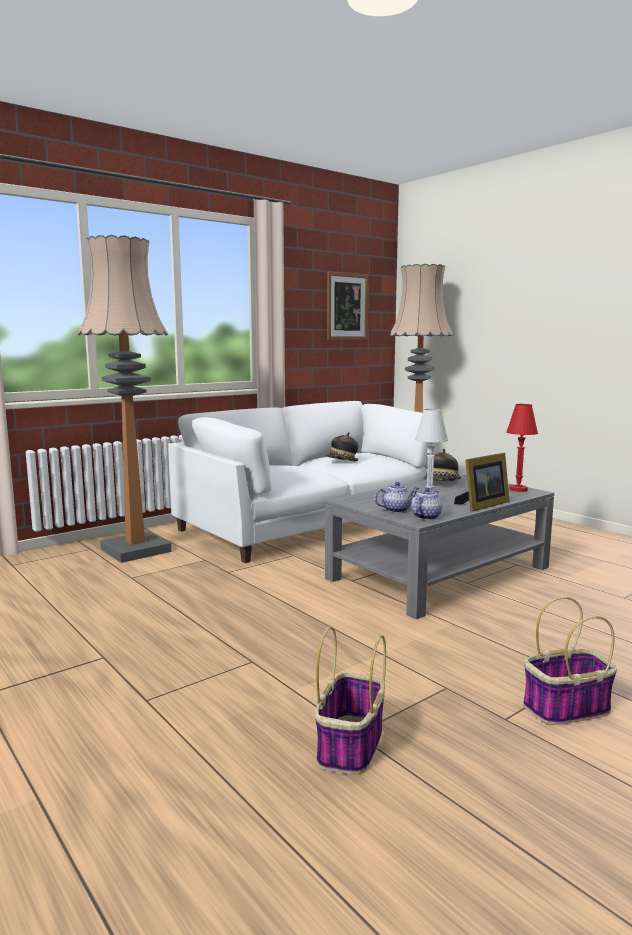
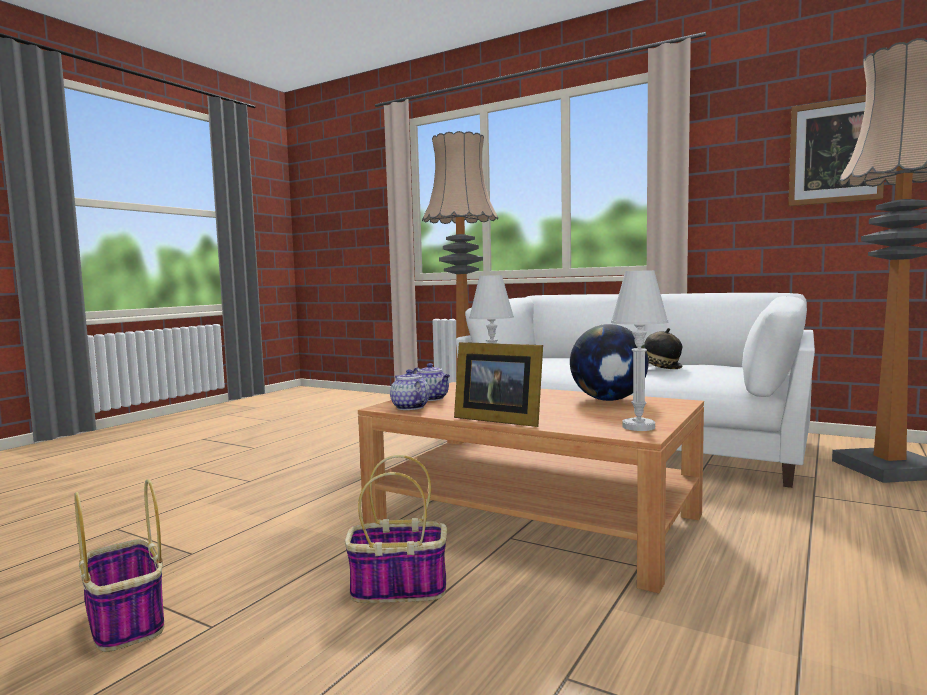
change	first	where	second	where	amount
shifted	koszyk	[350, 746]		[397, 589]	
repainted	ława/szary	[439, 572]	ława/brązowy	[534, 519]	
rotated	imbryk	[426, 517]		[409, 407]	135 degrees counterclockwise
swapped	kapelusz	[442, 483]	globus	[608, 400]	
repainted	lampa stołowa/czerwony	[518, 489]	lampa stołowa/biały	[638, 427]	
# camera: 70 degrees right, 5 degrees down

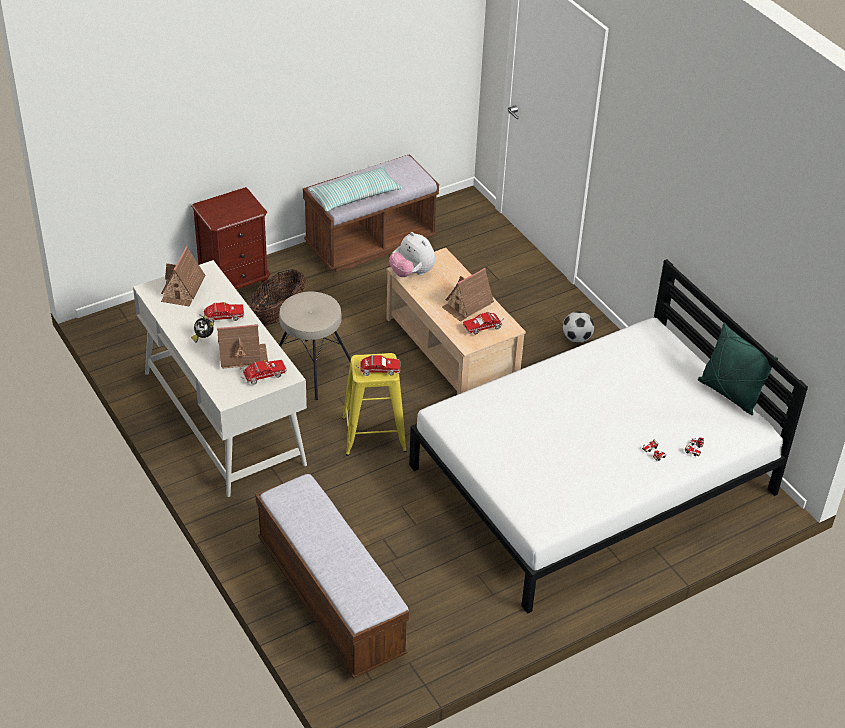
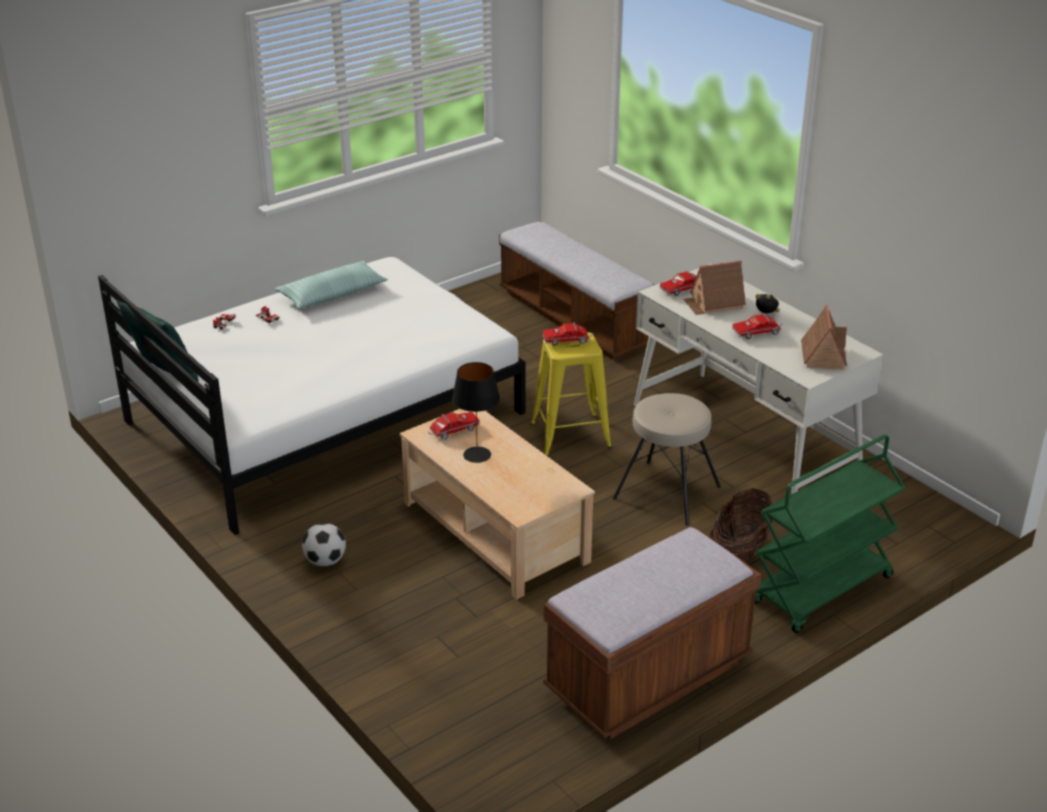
change	first	where	second	where	amount
shifted	poduszka	[355, 196]		[332, 294]	
swapped	domek	[467, 305]	lampa stołowa/czarny	[476, 454]	
swapped	szafka nocna/brązowy	[235, 283]	wózek/zielony	[821, 591]	
gone	pluszak	[412, 273]			
# camera: 175 degrees right, 10 degrees down

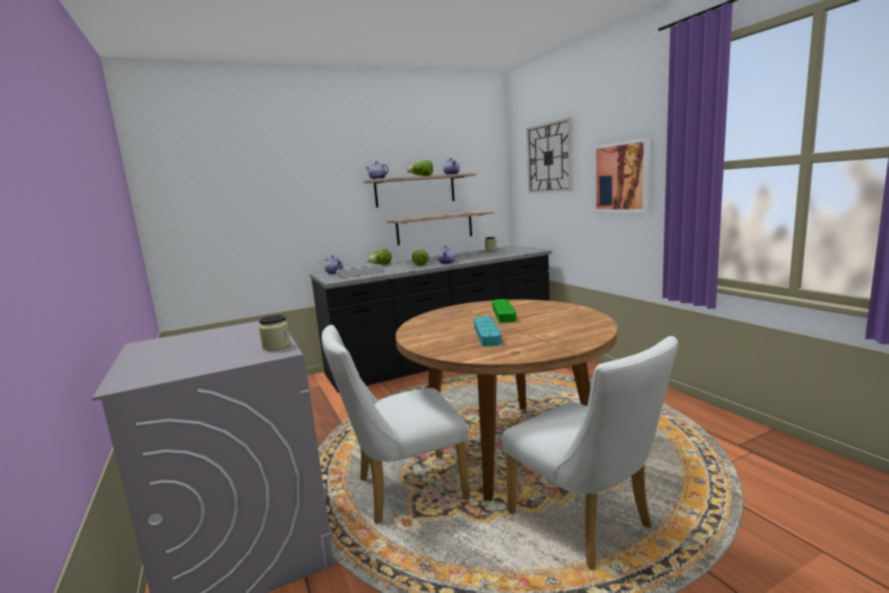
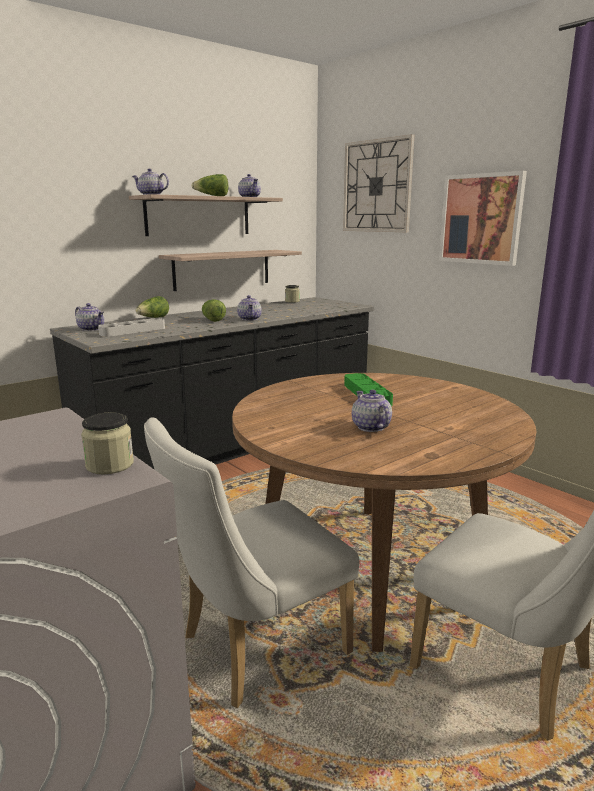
change	first	where	second	where	amount
swapped	taca/turkusowy	[487, 334]	imbryk	[370, 427]	
# camera: 15 degrees left, 5 degrees up

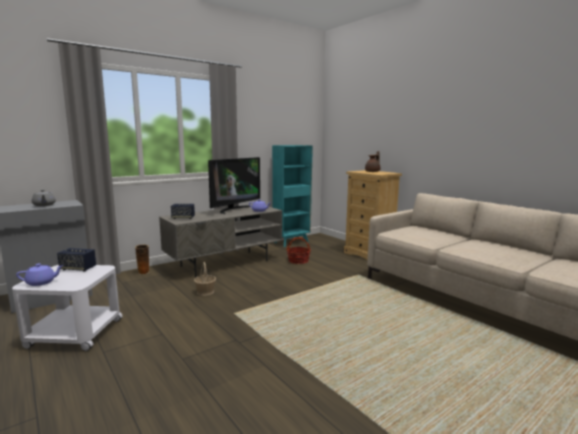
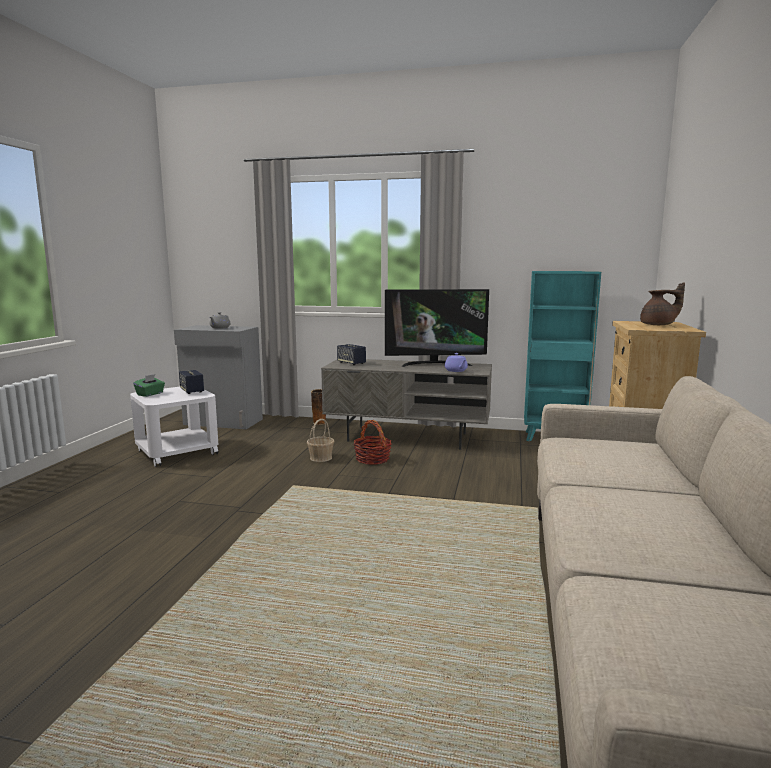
change	first	where	second	where	amount
swapped	imbryk/fioletowy	[41, 282]	pudełko chusteczek/zielony	[150, 394]	
shifted	koszyk	[298, 261]		[372, 459]	
# camera: 50 degrees right, 0 degrees up

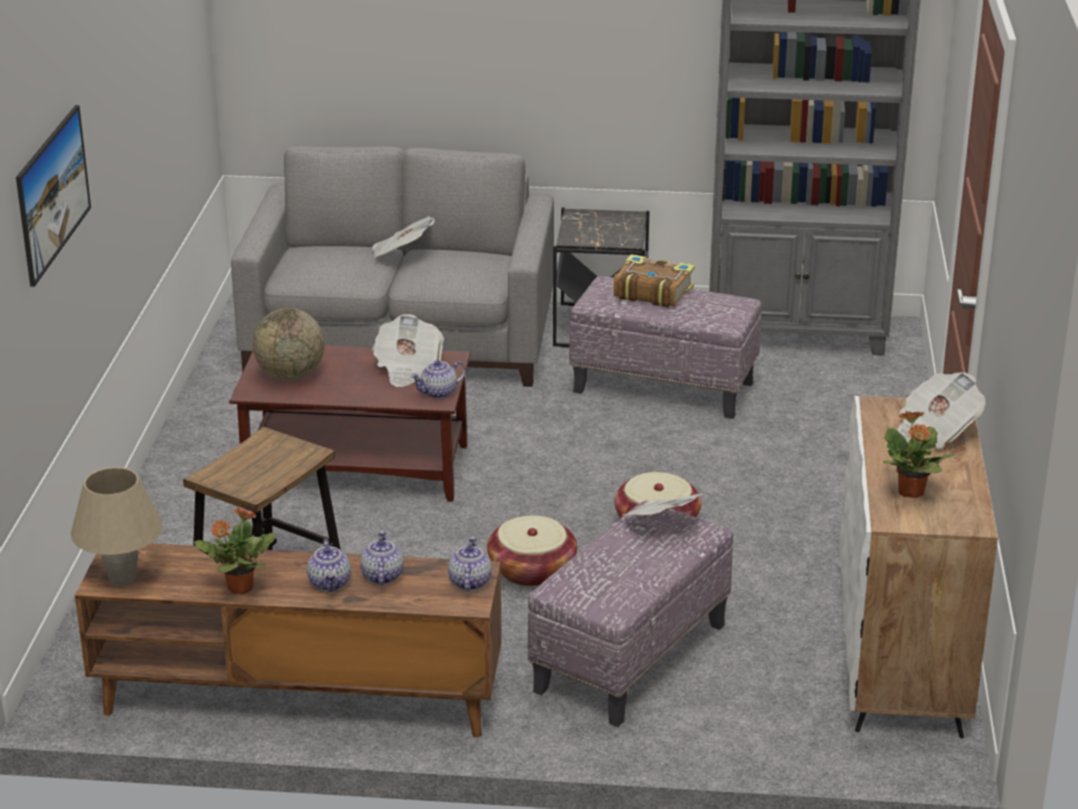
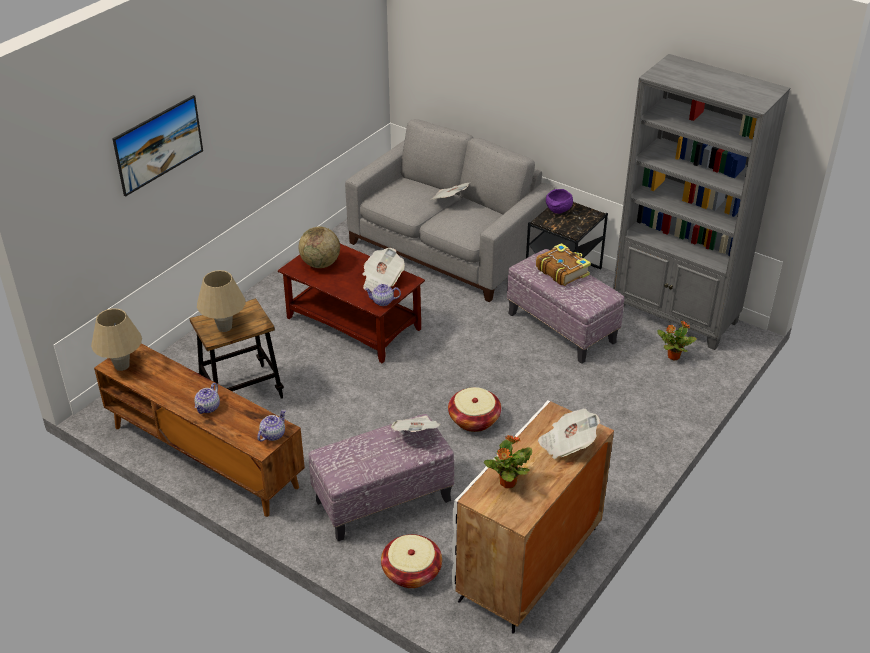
change	first	where	second	where	amount
new			lampa stołowa/beżowy	[224, 327]	
shifted	koszyk	[532, 570]		[411, 572]	
new			miska/fioletowy	[558, 211]	
shifted	roślina doniczkowa	[239, 588]		[673, 356]	
gone	imbryk	[381, 576]			
# camera: 30 degrees right, 10 degrees up

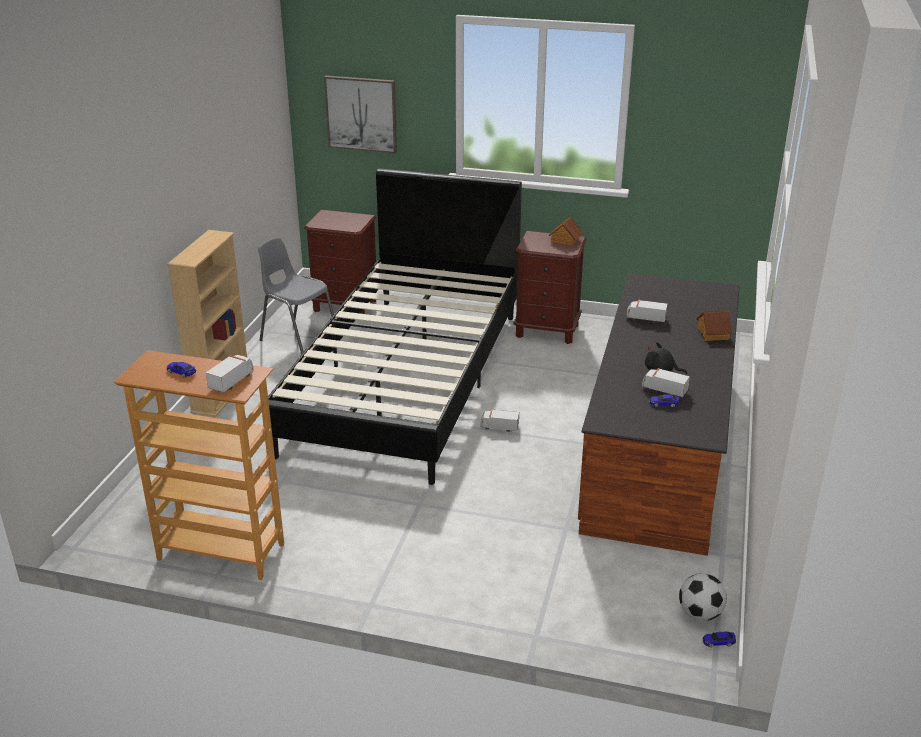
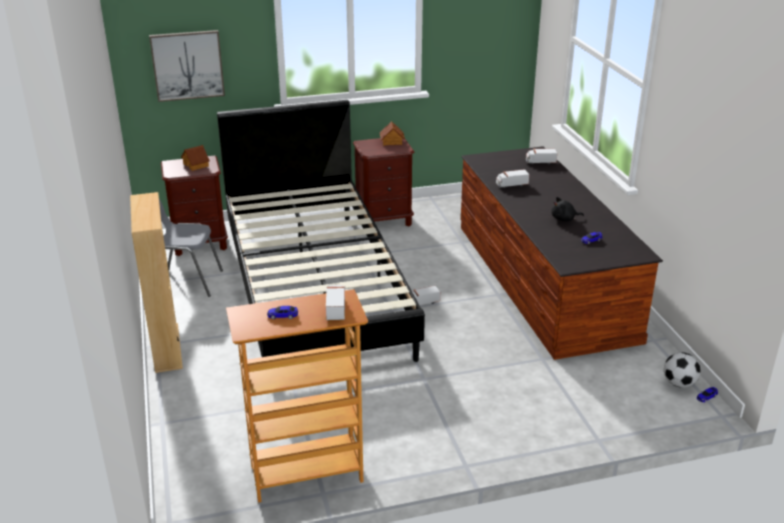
change	first	where	second	where	amount
shifted	domek	[713, 334]		[196, 165]	
shifted	ciężarówka zabawkowa	[664, 390]		[540, 162]	
# camera: 30 degrees left, 0 degrees up

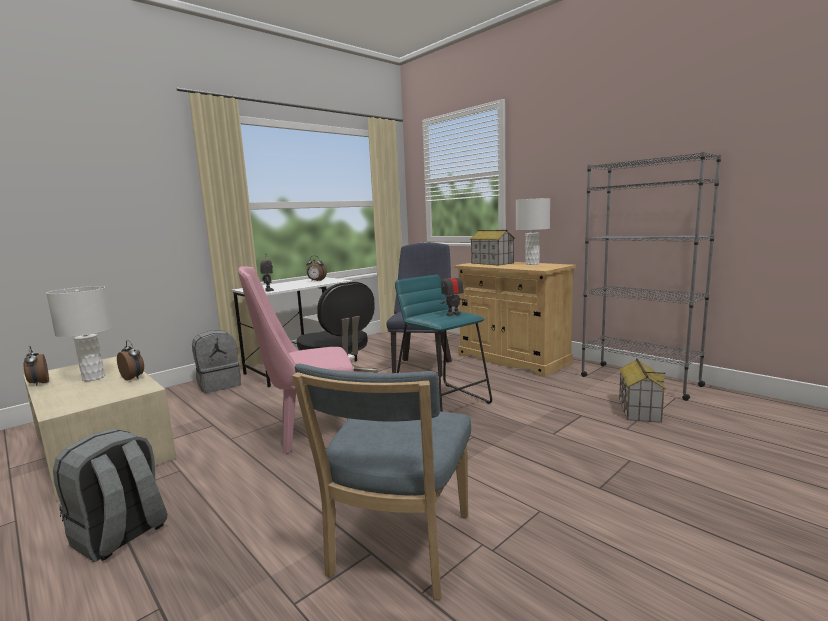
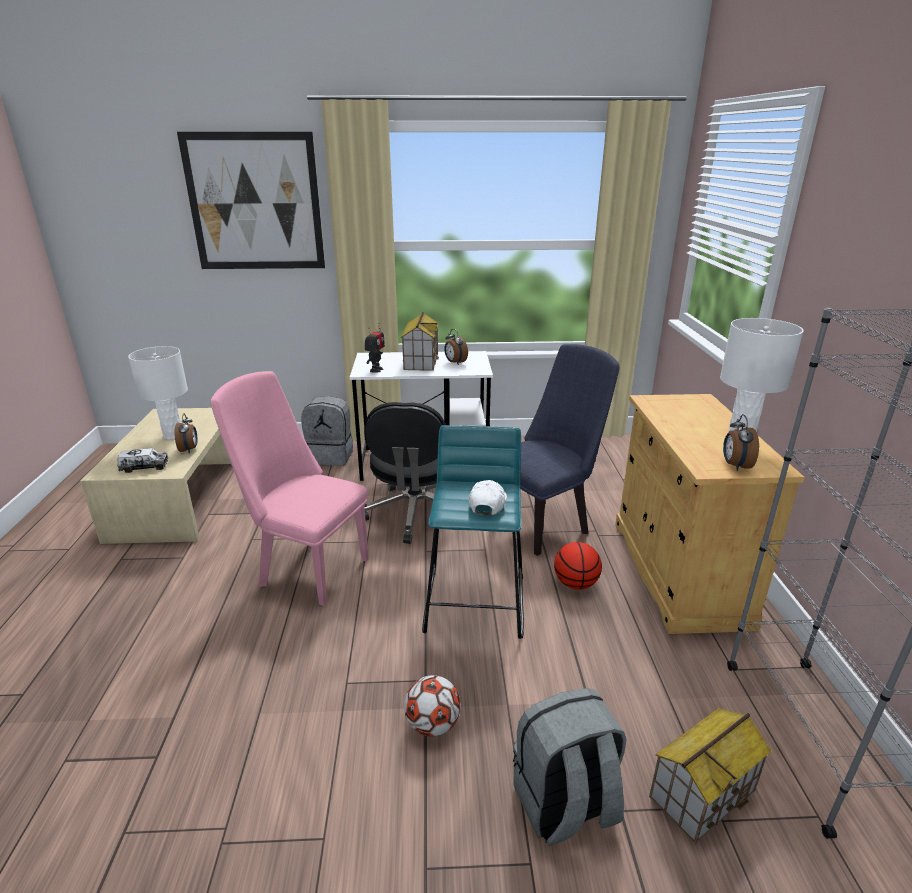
change	first	where	second	where	amount
new			ciężarówka zabawkowa	[144, 467]	
new			obraz	[255, 203]	
shifted	domek	[491, 263]		[421, 361]	
new			piłka futbolowa	[433, 725]	
swapped	robot zabawkowy	[453, 314]	czapka z daszkiem/biały	[488, 503]	
shifted	plecak/szary	[120, 536]		[564, 806]	
new			piłka do koszykówki	[575, 584]	
shifted	budzik	[39, 383]		[735, 465]	
gone	krzesło/niebieski	[398, 550]			
# camera: 40 degrees right, 15 degrees up

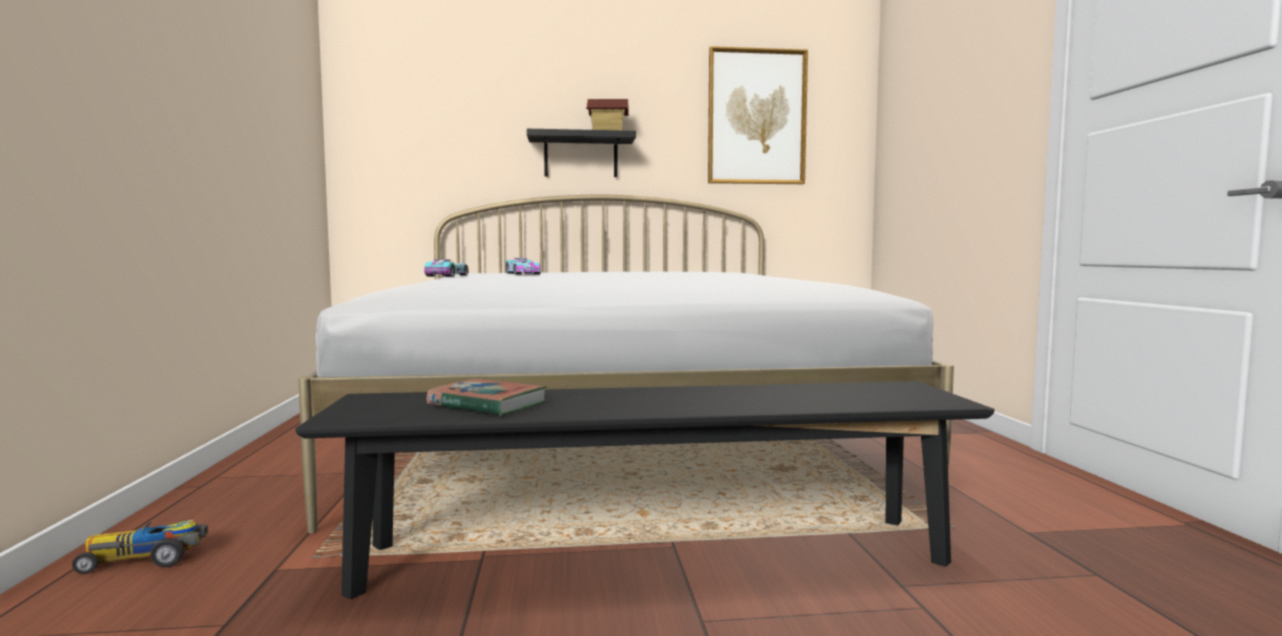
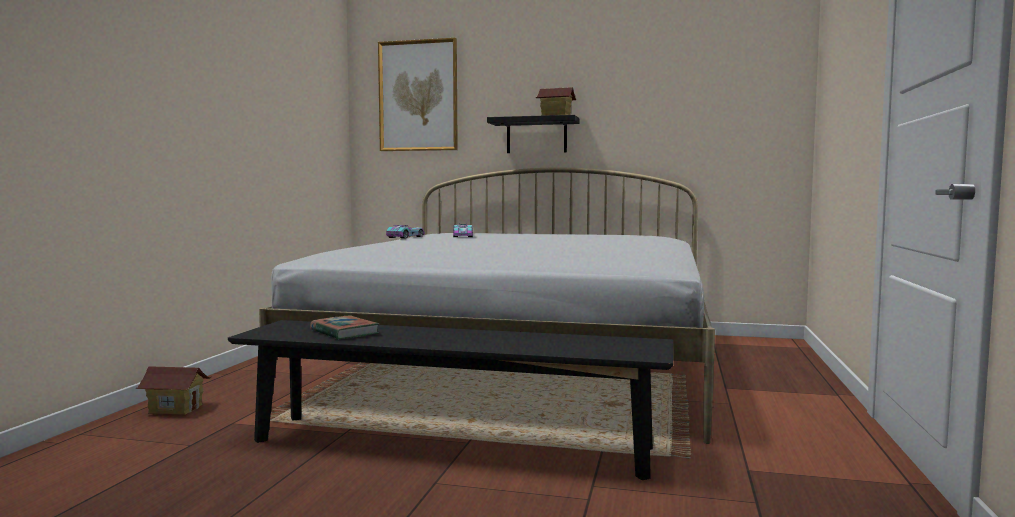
change	first	where	second	where	amount
swapped	samochodzik	[147, 559]	domek	[176, 409]	
shifted	obraz	[756, 117]		[418, 96]	
# camera: 20 degrees right, 0 degrees up

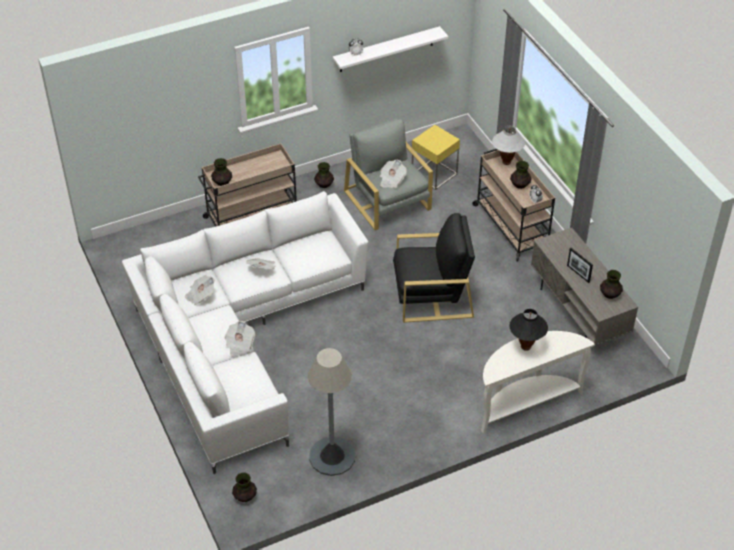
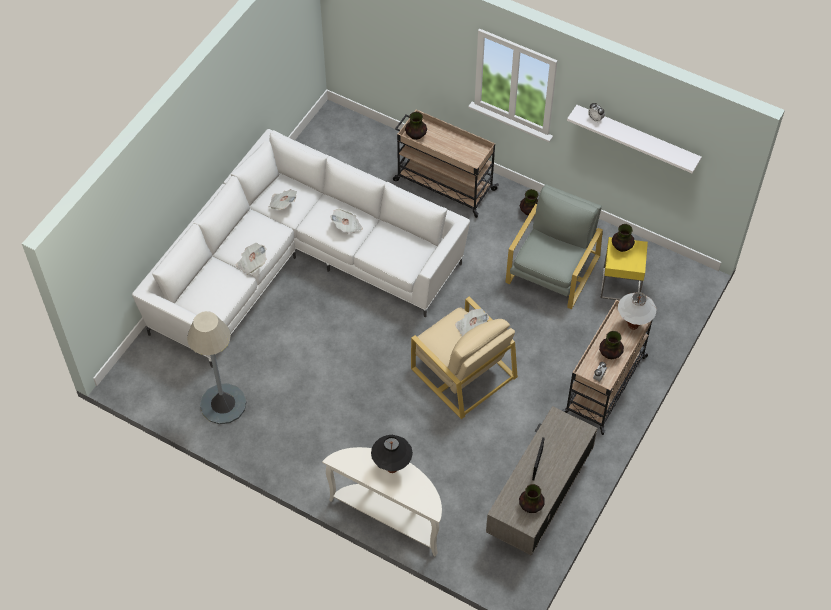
change	first	where	second	where	amount
repainted	fotel/czarny	[432, 294]	fotel/beżowy	[463, 371]	
shifted	gazeta	[391, 180]		[471, 327]	
shifted	wazon	[245, 496]		[622, 247]	
# camera: 55 degrees right, 10 degrees up

